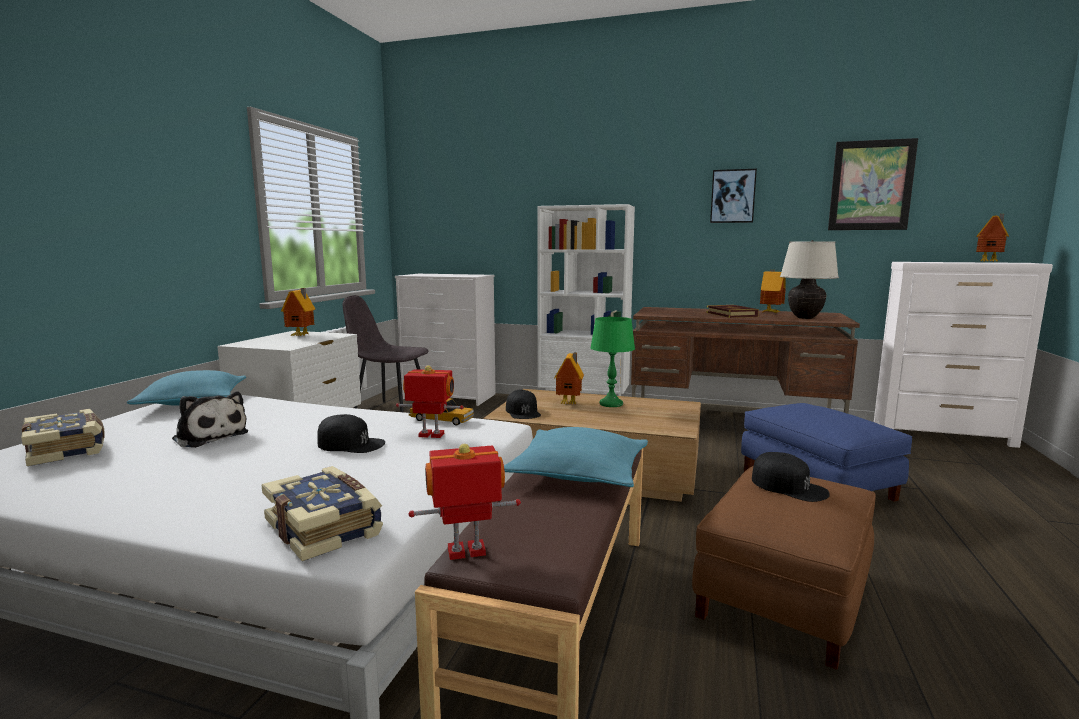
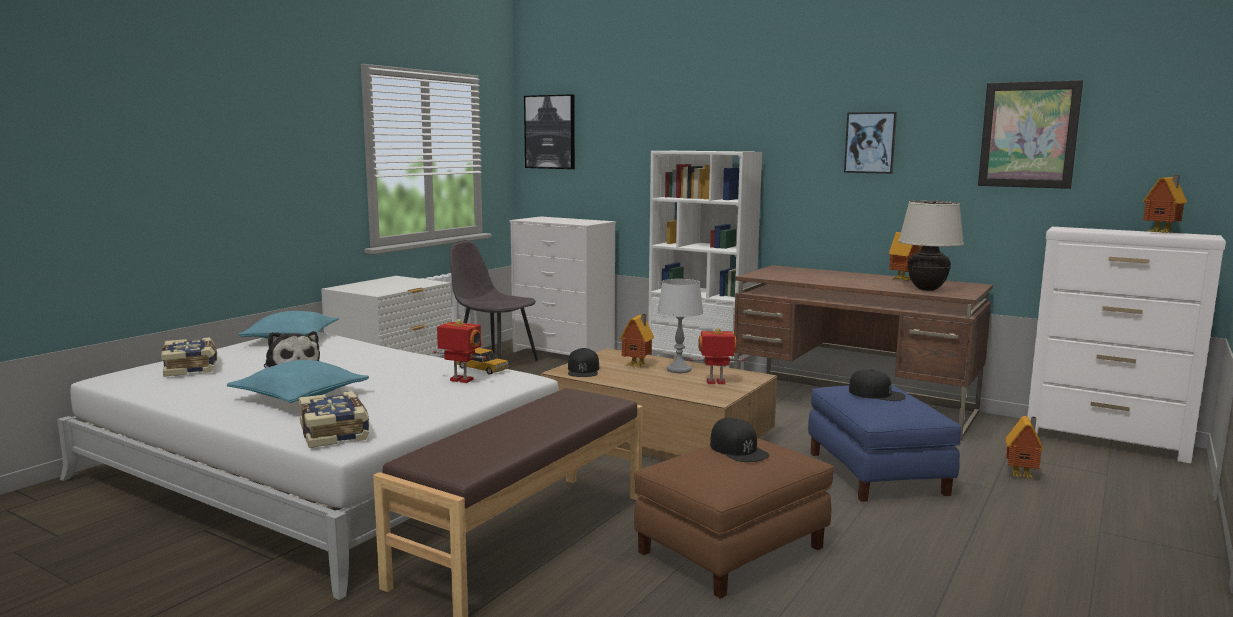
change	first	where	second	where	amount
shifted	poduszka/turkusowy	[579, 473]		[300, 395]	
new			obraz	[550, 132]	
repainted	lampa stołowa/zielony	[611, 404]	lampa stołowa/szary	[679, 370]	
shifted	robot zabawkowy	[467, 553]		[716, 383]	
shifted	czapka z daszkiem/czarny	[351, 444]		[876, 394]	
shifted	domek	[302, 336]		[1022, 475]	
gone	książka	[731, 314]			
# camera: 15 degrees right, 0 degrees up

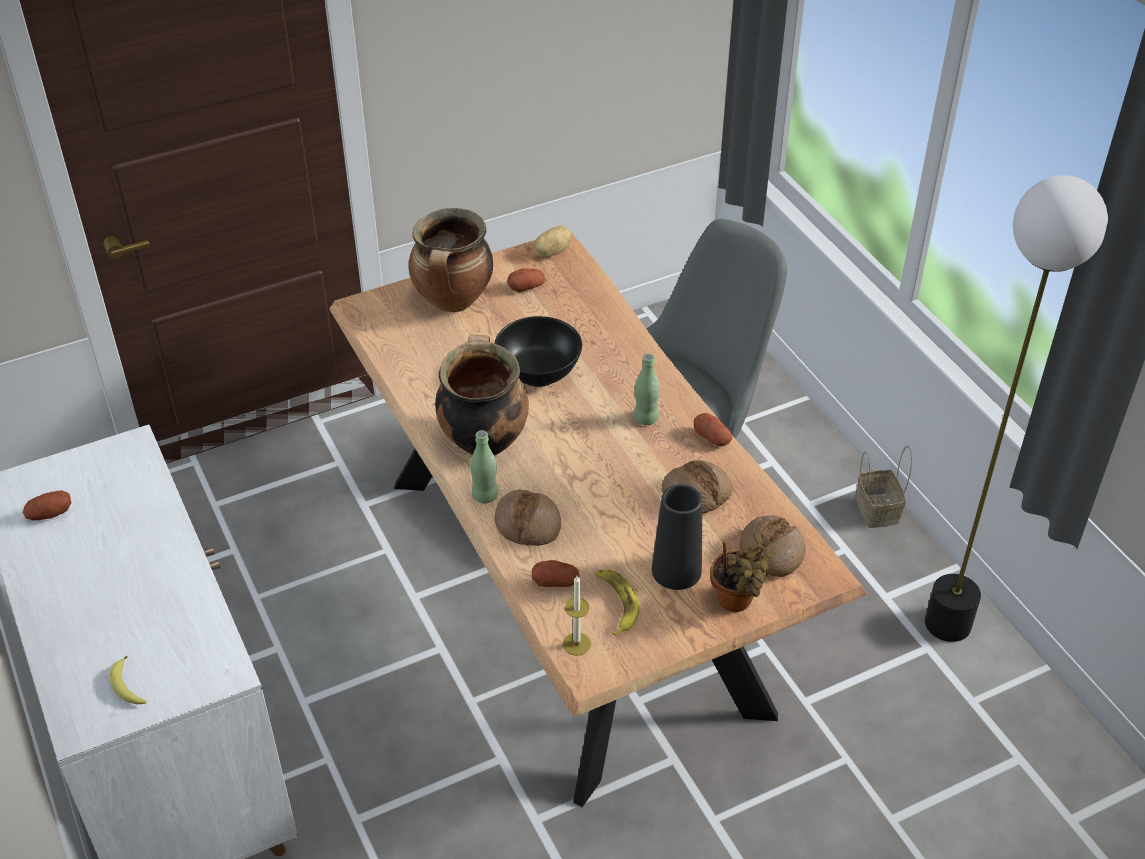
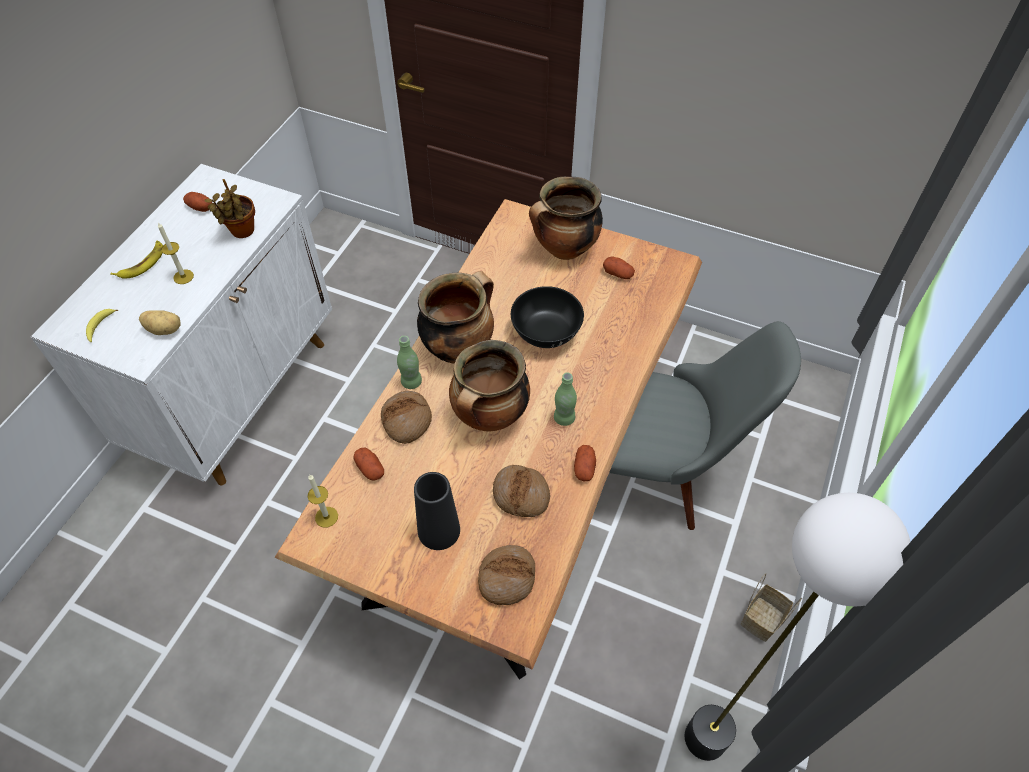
change	first	where	second	where	amount
shifted	banan	[616, 603]		[142, 263]	
shifted	ziemniak	[552, 251]		[165, 329]	
new			świeca	[183, 277]	
shifted	roślina doniczkowa	[737, 602]		[241, 232]	
new			garnek	[490, 418]	
# camera: 50 degrees right, 10 degrees up

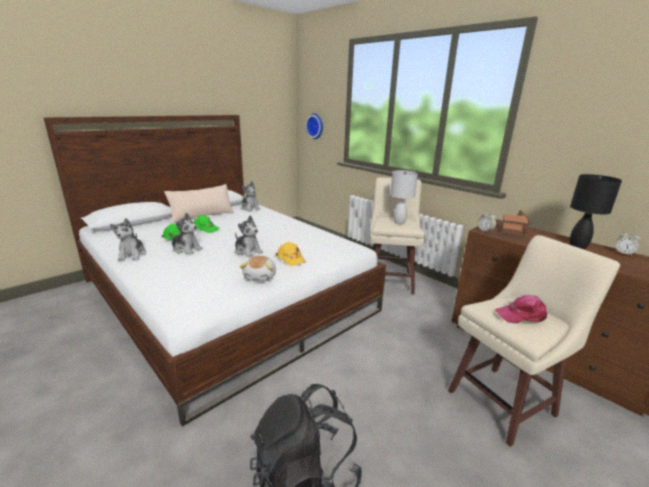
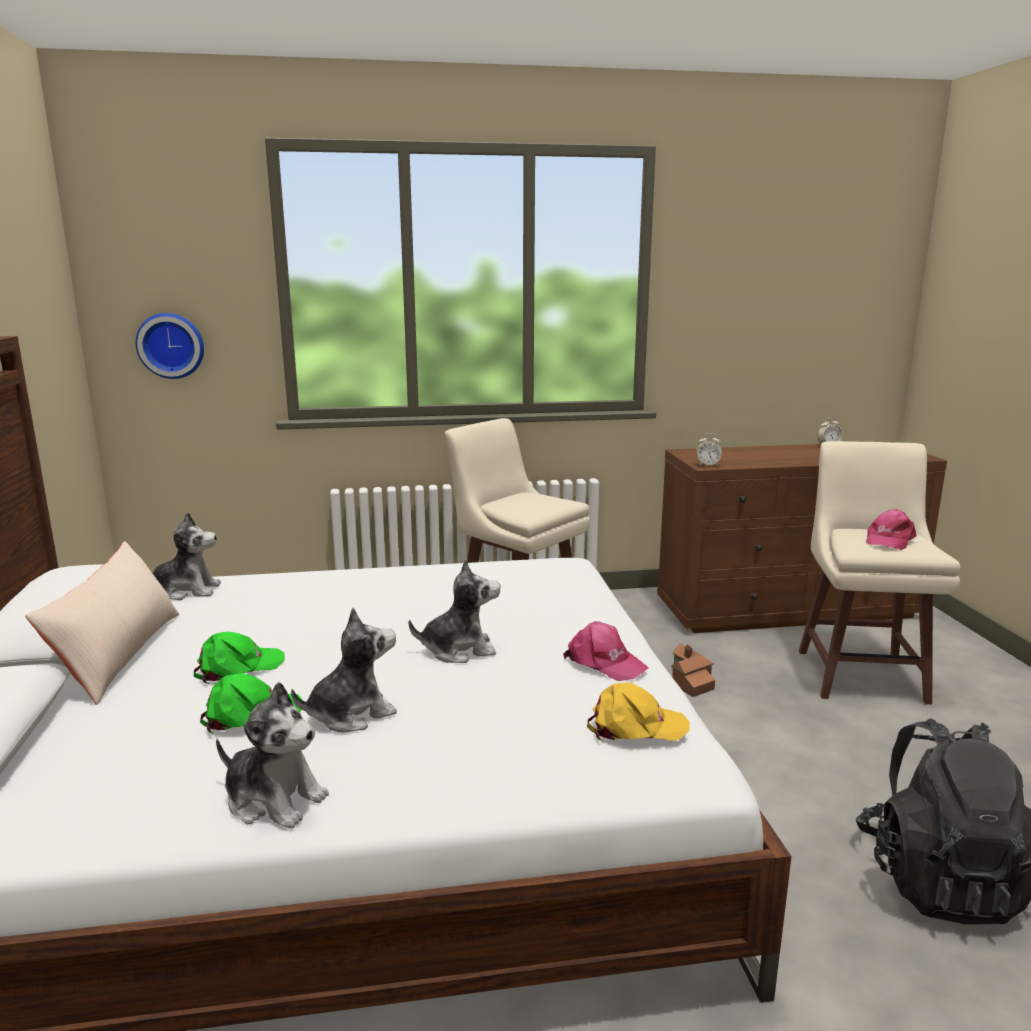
change	first	where	second	where	amount
swapped	pluszak	[261, 277]	czapka z daszkiem/różowy	[604, 662]	
shifted	czapka z daszkiem/żółty	[290, 258]		[635, 727]	
shifted	domek	[513, 230]		[689, 681]	
gone	lampa stołowa/biały	[399, 222]			
gone	lampa stołowa/czarny	[578, 246]			
# camera: 55 degrees left, 5 degrees down

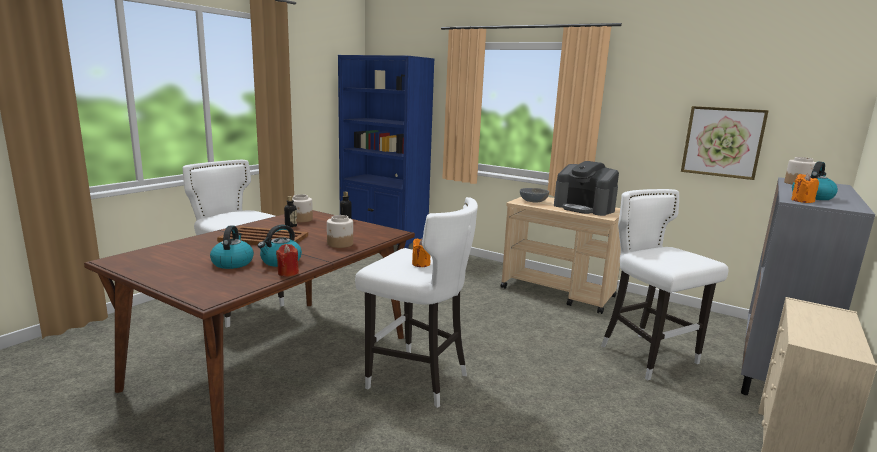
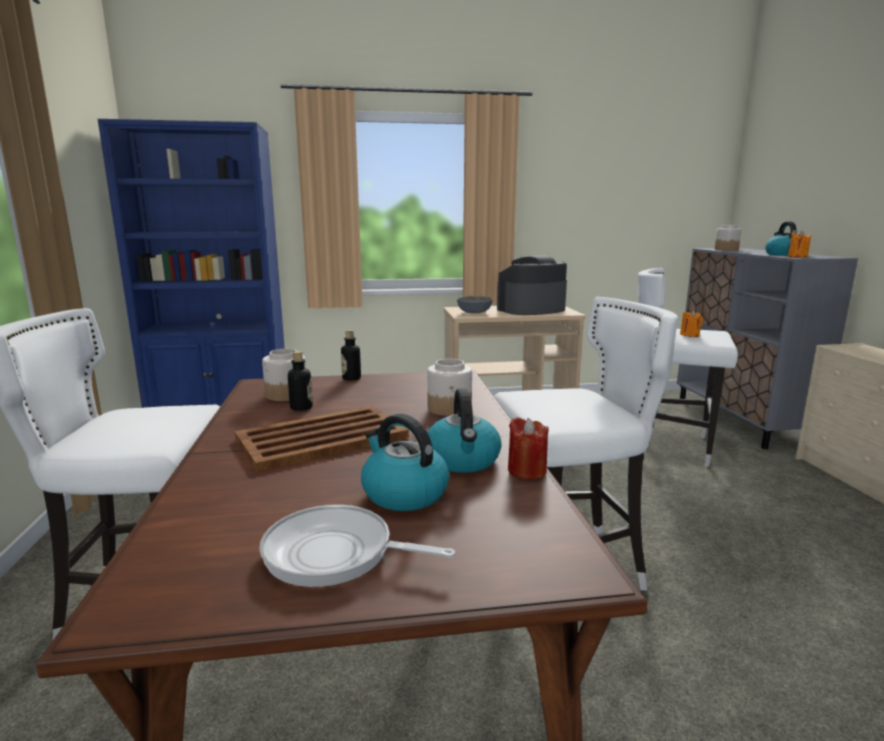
change	first	where	second	where	amount
new			patelnia	[335, 554]	
rotated	ekspres do kawy	[584, 208]		[531, 310]	150 degrees clockwise
shifted	świeca/pomarańczowy	[421, 264]		[689, 335]	
gone	obraz	[722, 142]			
# camera: 40 degrees left, 0 degrees up

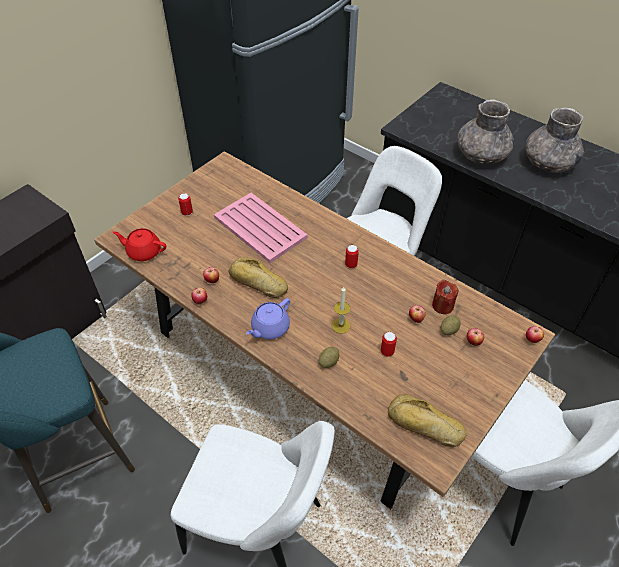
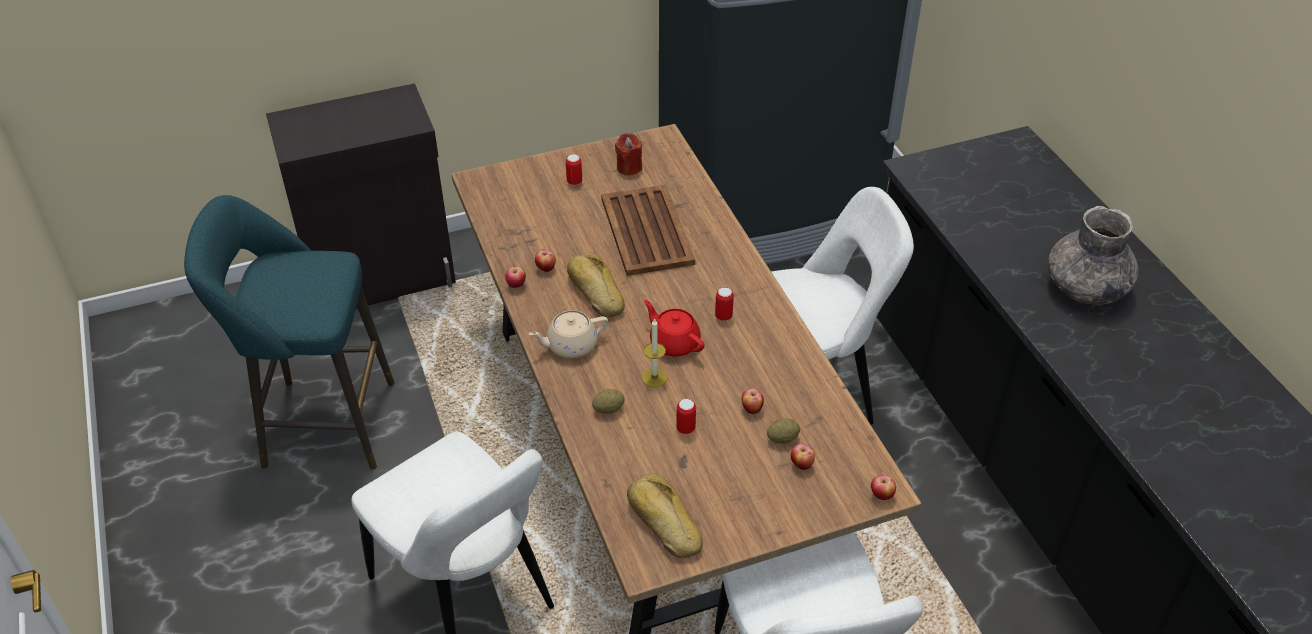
change	first	where	second	where	amount
repainted	imbryk/fioletowy	[269, 328]	imbryk/beżowy	[570, 346]	
repainted	taca/różowy	[260, 228]	taca/brązowy	[646, 232]	
shifted	świeca/czerwony	[442, 305]		[629, 167]	
shifted	imbryk/czerwony	[143, 252]		[674, 342]	
gone	wazon/szary	[481, 155]			
# camera: 30 degrees right, 5 degrees down

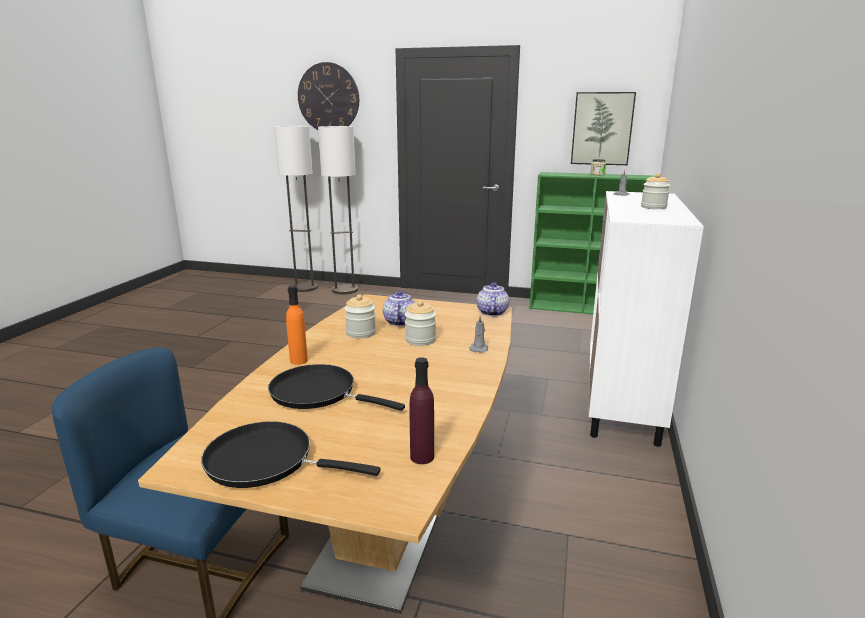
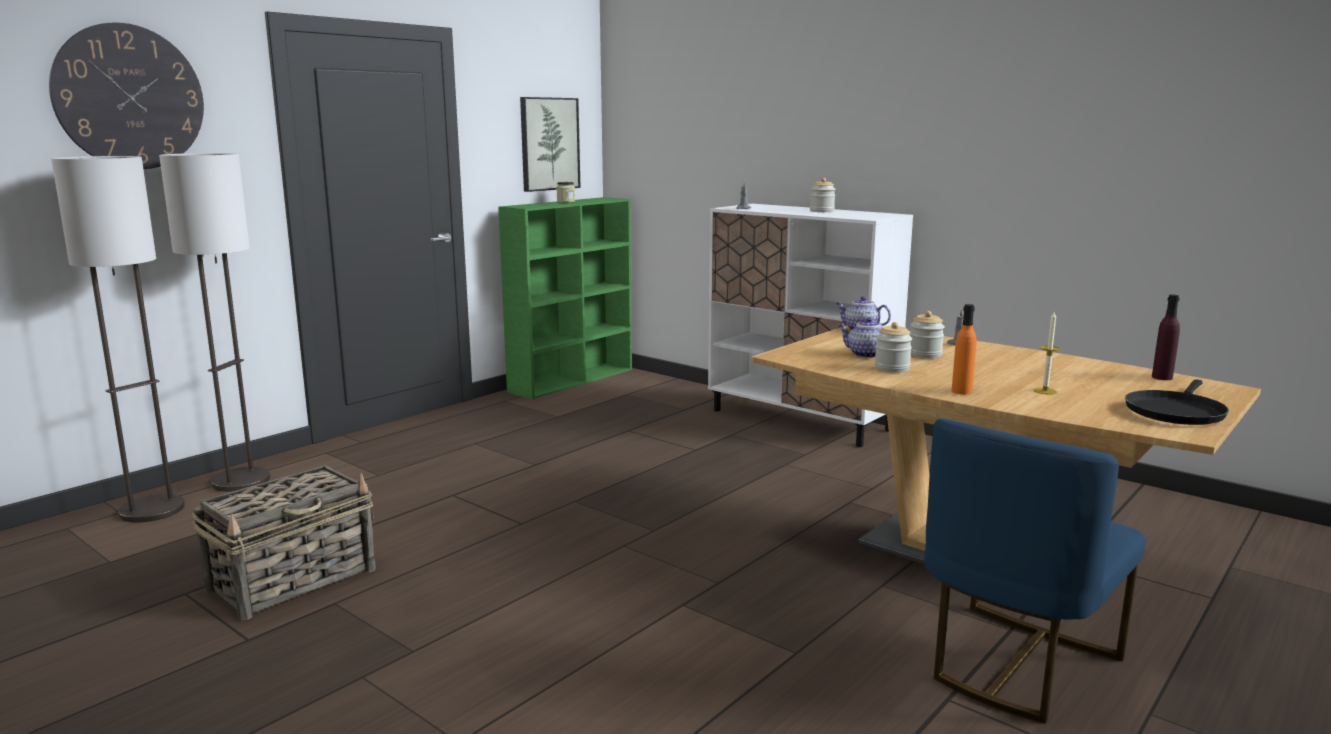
change	first	where	second	where	amount
new			koszyk	[294, 579]	
swapped	patelnia/czarny	[318, 393]	świeca	[1045, 391]	
# camera: 65 degrees left, 5 degrees down

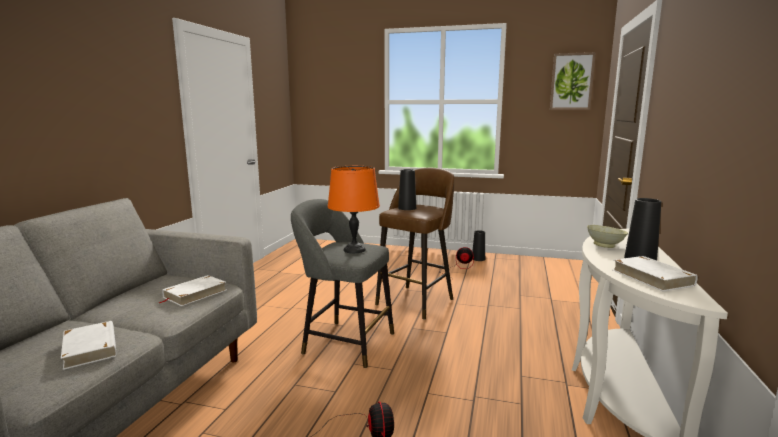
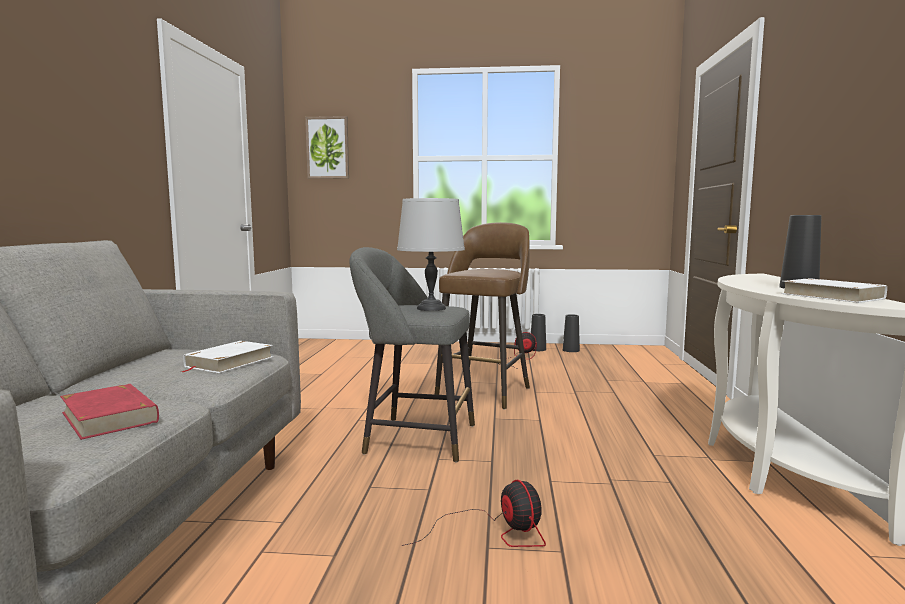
change	first	where	second	where	amount
repainted	książka/biały	[91, 348]	książka/czerwony	[110, 417]	
shifted	obraz	[571, 81]		[327, 148]	
repainted	lampa stołowa/pomarańczowy	[354, 250]	lampa stołowa/szary	[431, 308]	
shifted	wazon/czarny	[407, 208]		[571, 350]	
gone	miska/beżowy	[605, 246]			
# camera: 10 degrees left, 5 degrees down

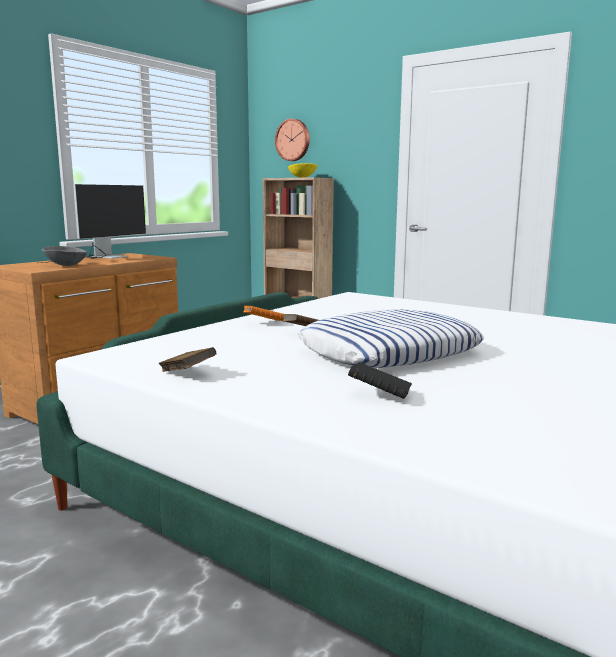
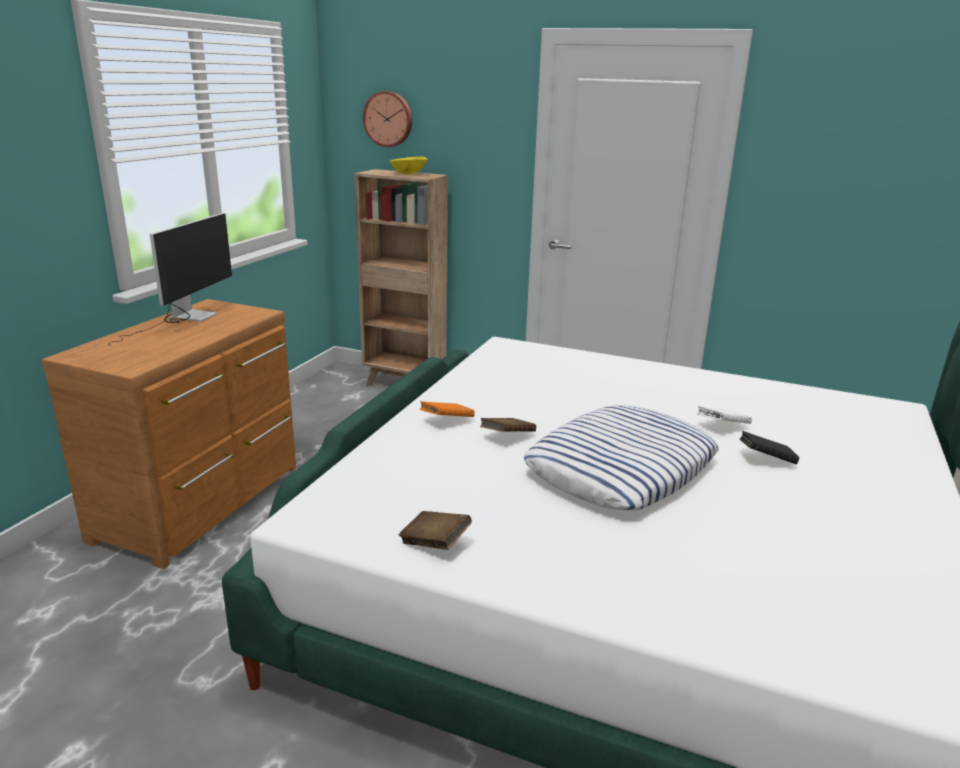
change	first	where	second	where	amount
new			książka/biały	[722, 426]	
shifted	książka/czarny	[379, 396]		[766, 460]	
gone	miska/szary	[66, 265]			
# camera: 15 degrees left, 10 degrees up

